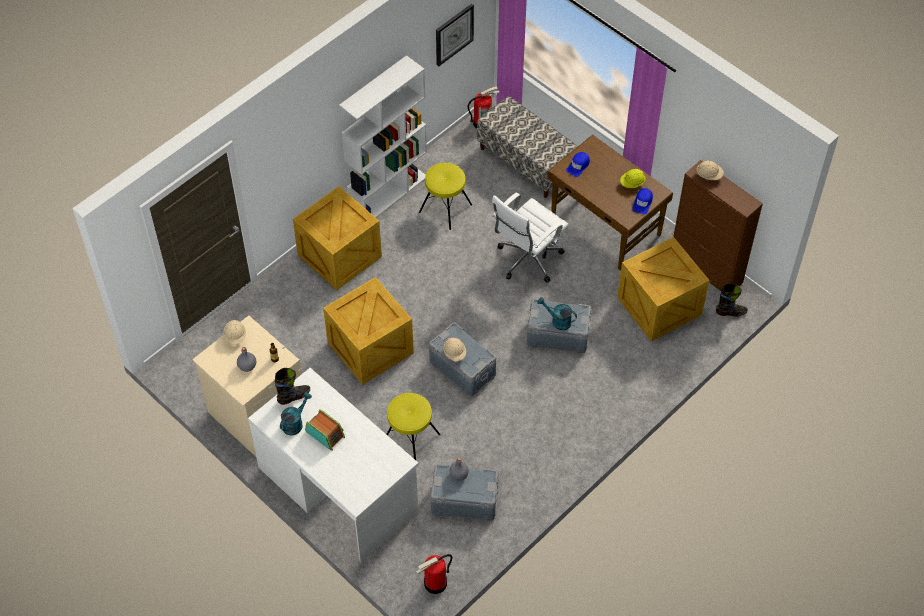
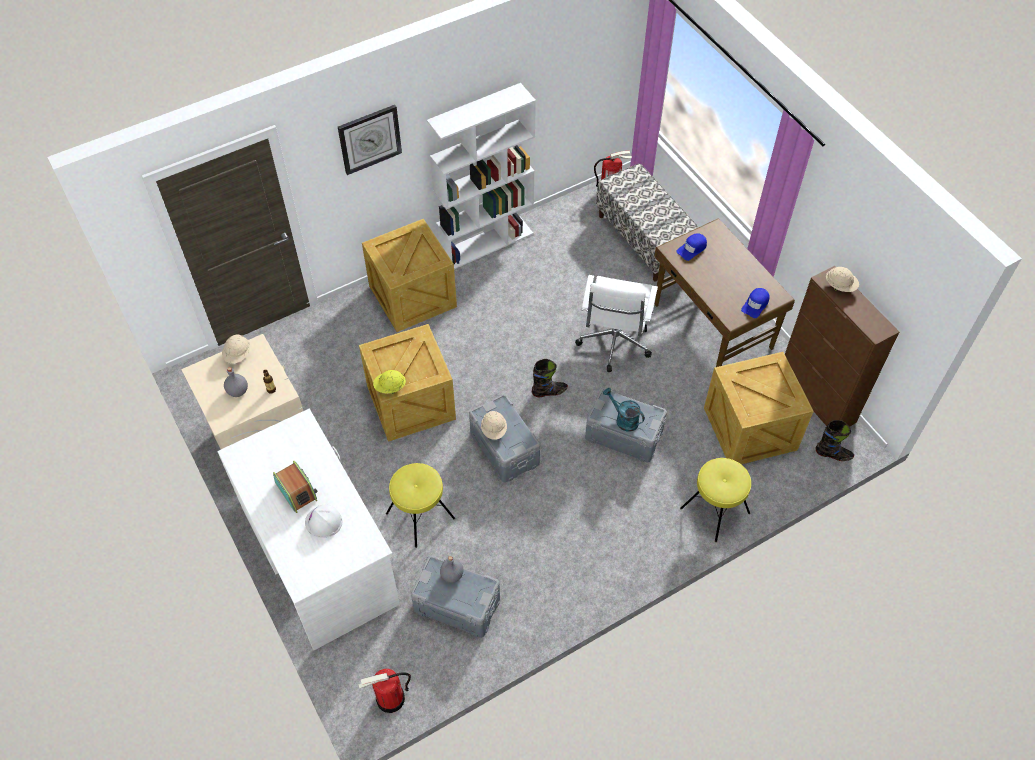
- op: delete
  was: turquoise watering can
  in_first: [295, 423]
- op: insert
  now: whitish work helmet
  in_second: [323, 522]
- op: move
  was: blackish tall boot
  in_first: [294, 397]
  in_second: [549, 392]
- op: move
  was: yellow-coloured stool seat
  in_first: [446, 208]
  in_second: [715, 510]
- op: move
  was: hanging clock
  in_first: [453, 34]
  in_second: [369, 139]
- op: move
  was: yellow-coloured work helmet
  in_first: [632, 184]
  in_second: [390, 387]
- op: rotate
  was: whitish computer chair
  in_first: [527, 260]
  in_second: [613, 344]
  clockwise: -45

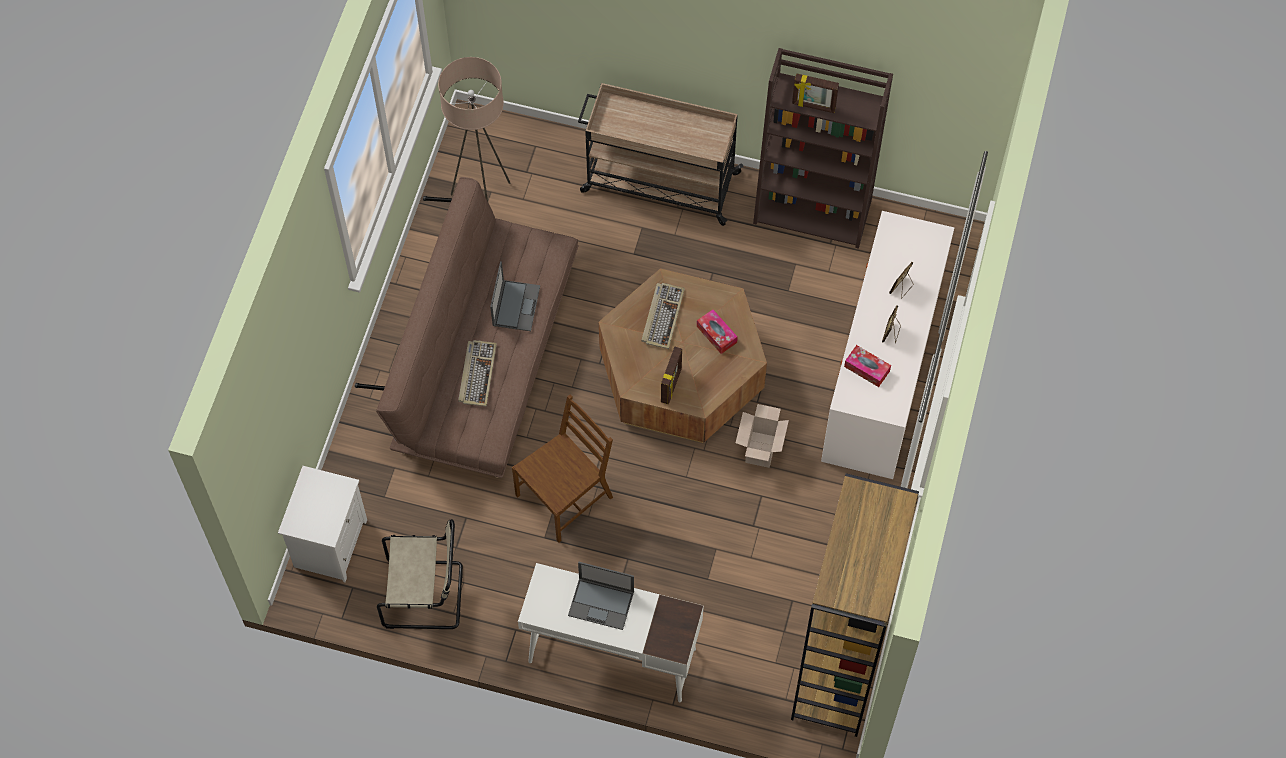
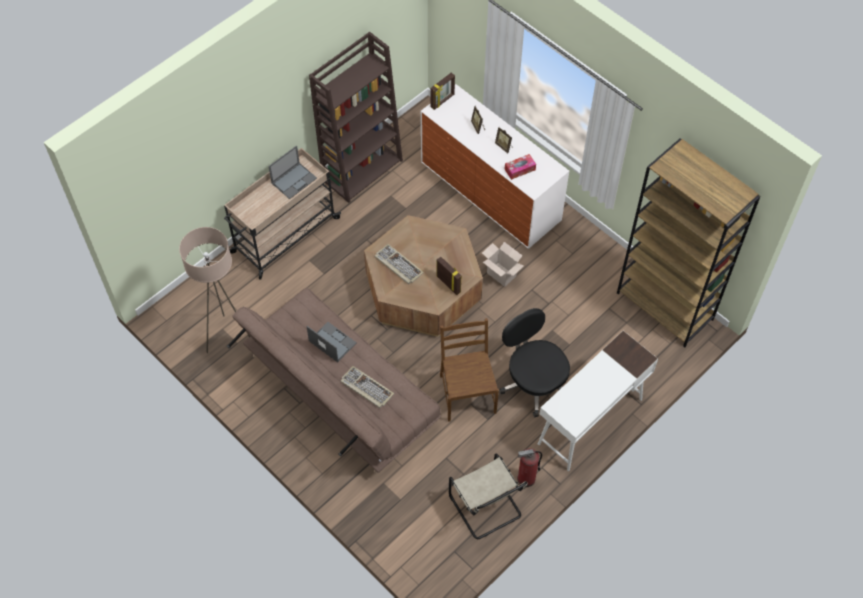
- op: delete
  was: whitish bedside table
  in_first: [329, 542]
- op: delete
  was: tissue box
  in_first: [716, 334]
- op: insert
  now: blackish computer chair
  in_second: [533, 382]
- op: insert
  now: extinguisher
  in_second: [526, 479]
- op: move
  was: portable computer
  in_first: [602, 603]
  in_second: [294, 180]
- op: move
  was: standing frame
  in_first: [813, 106]
  in_second: [442, 101]
- op: rotate
  was: beige chair
  in_first: [427, 595]
  in_second: [486, 508]
  clockwise: 120

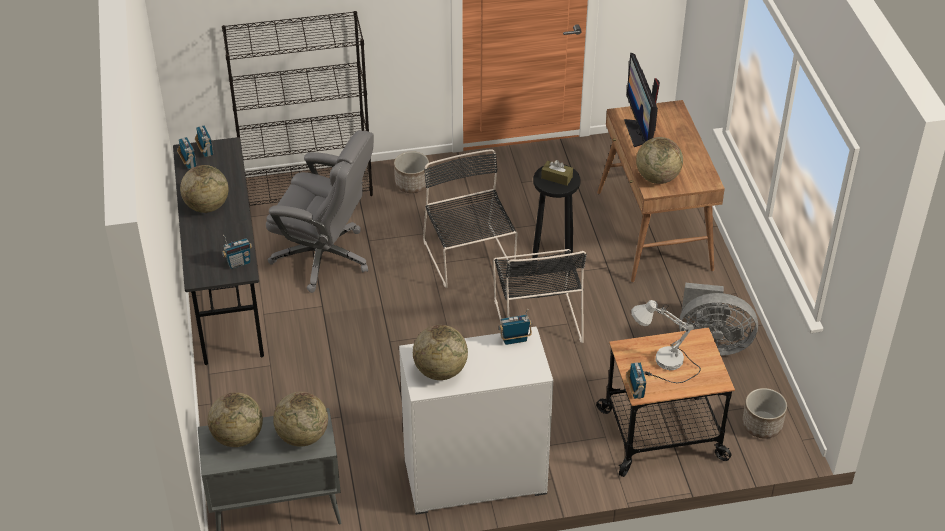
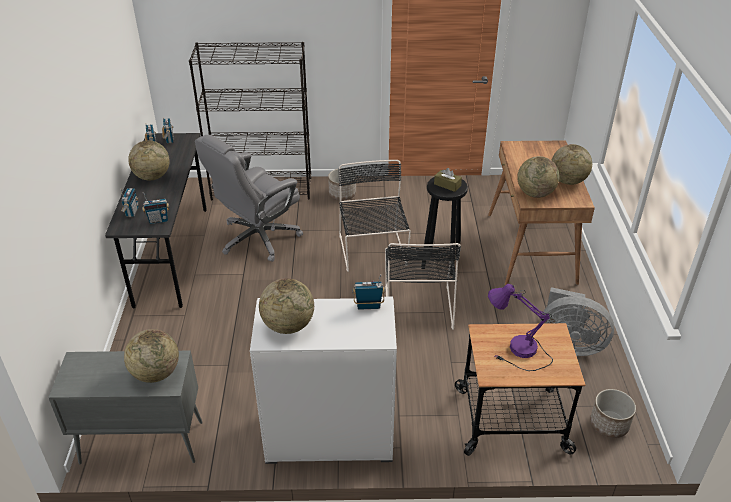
- op: delete
  was: computer screen
  in_first: [640, 132]
- op: move
  was: globe
  in_first: [238, 437]
  in_second: [568, 181]
- op: move
  was: radio receiver
  in_first: [635, 391]
  in_second: [132, 212]
- op: recolor
  was: whitish lamp for a table
  now: purple lamp for a table
  in_first: [664, 366]
  in_second: [517, 353]
- op: rotate
  was: gray computer chair
  in_first: [324, 257]
  in_second: [257, 238]
  clockwise: 105

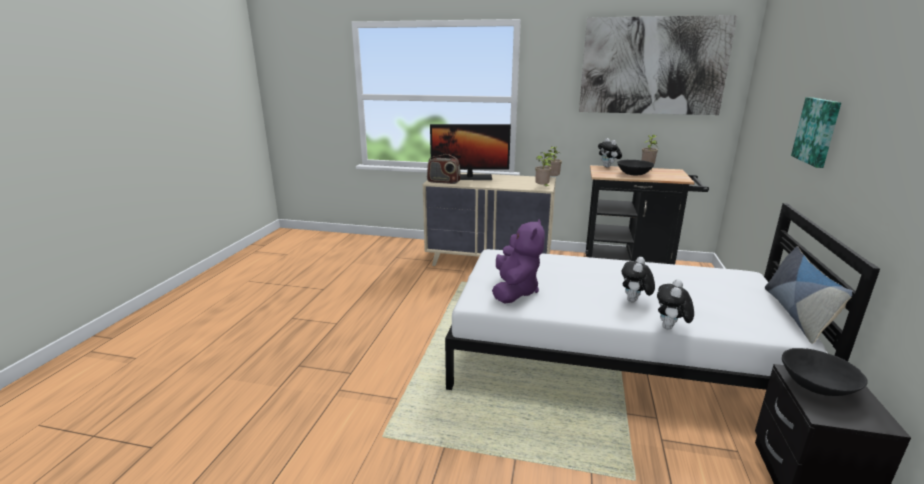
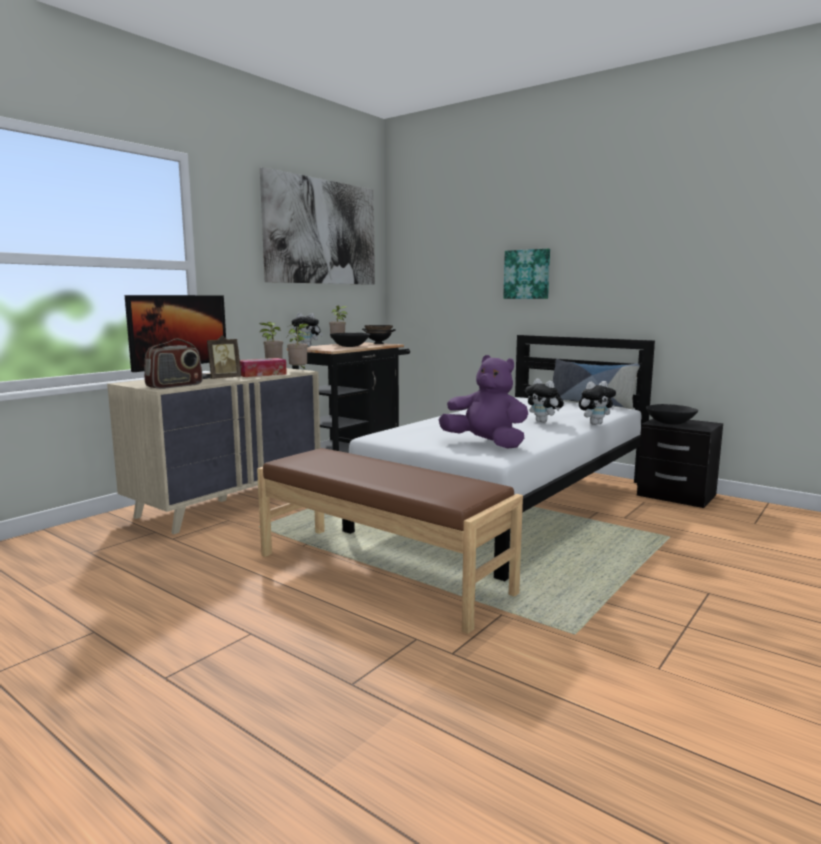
- op: insert
  now: standing frame
  in_second: [224, 378]
- op: insert
  now: tissue box
  in_second: [262, 374]
- op: insert
  now: brownish bench
  in_second: [382, 573]
- op: insert
  now: blackish deep dish
  in_second: [378, 343]
- op: rotate
  was: soft toy
  in_first: [670, 328]
  in_second: [595, 423]
  clockwise: -75

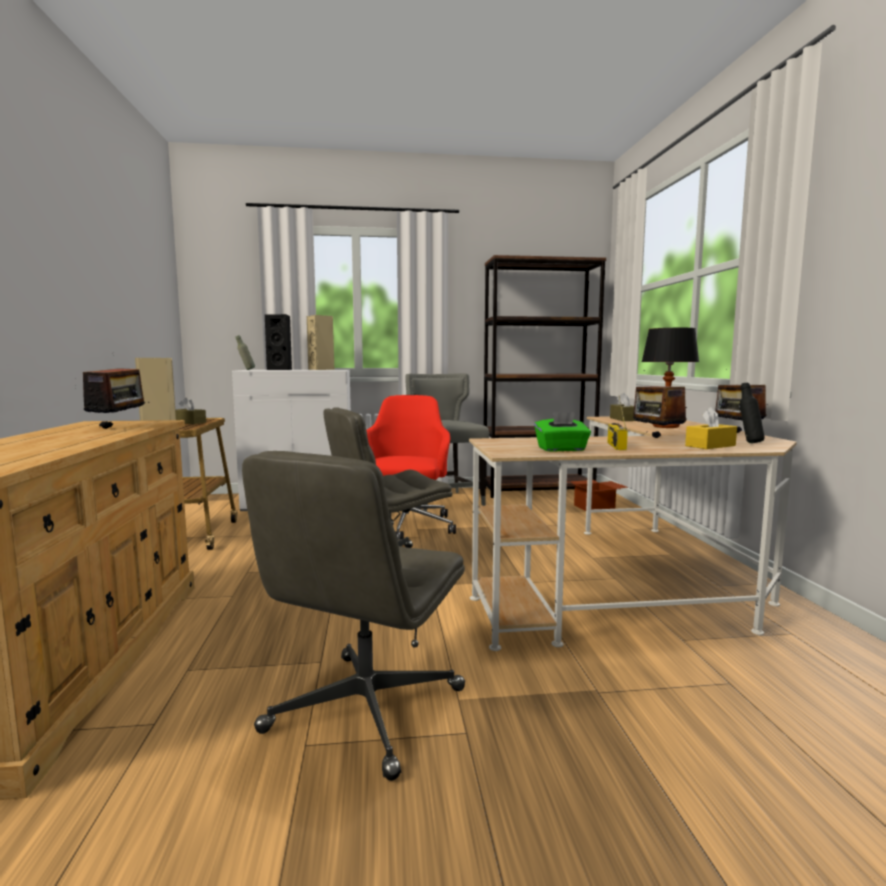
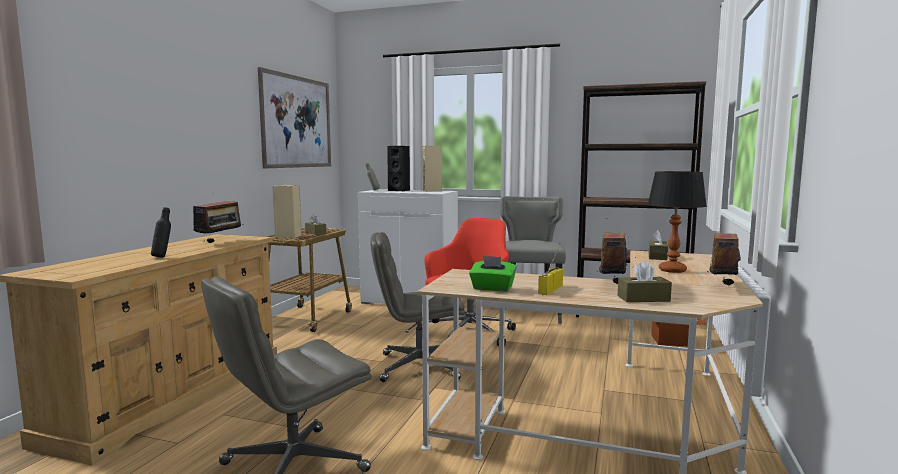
- op: insert
  now: picture
  in_second: [297, 122]
- op: move
  was: blackish drink bottle
  in_first: [749, 442]
  in_second: [163, 257]
- op: recolor
  was: yellow-coloured tissue box
  now: brownish tissue box
  in_first: [710, 446]
  in_second: [643, 298]

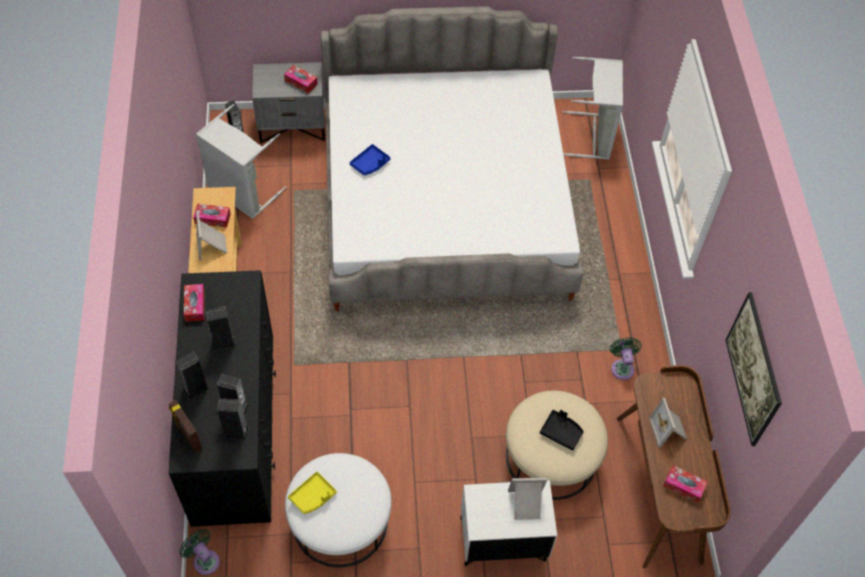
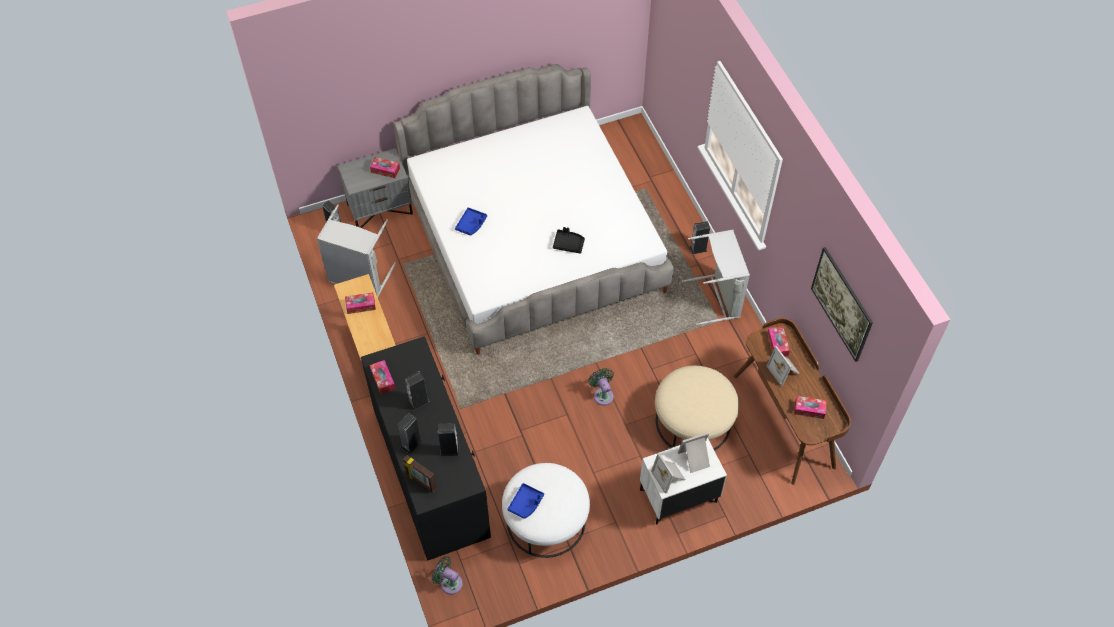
- op: insert
  now: tissue box
  in_second: [777, 344]
- op: move
  was: standing frame
  in_first: [212, 246]
  in_second: [669, 476]
- op: move
  was: audio speaker
  in_first: [236, 431]
  in_second: [698, 248]
- op: move
  was: blackish carrying tray
  in_first: [561, 432]
  in_second: [568, 244]
- op: move
  was: gray washing basket
  in_first: [593, 136]
  in_second: [717, 298]
- op: move
  was: green-coloured fan
  in_first: [622, 367]
  in_second: [602, 394]
- op: recolor
  was: yellow-coloured carrying tray
  now: bluish carrying tray
  in_first: [313, 496]
  in_second: [526, 503]

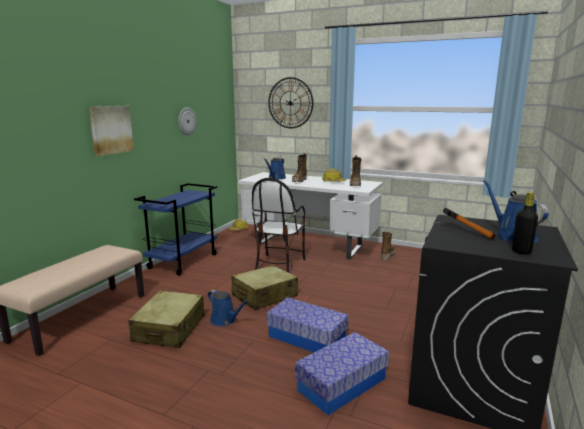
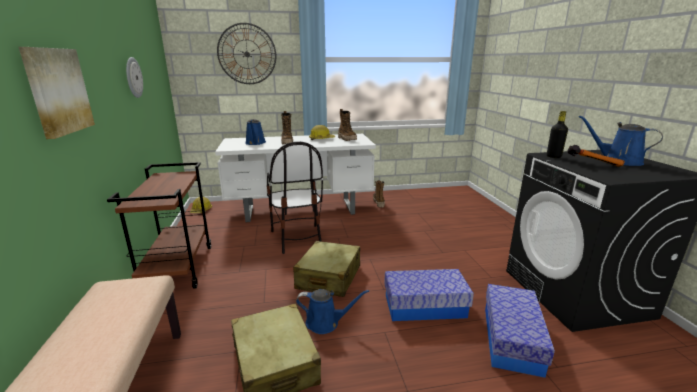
- op: move
  was: blackish drink bottle
  in_first: [521, 251]
  in_second: [553, 156]
- op: recolor
  was: bluish cart
  now: brownish cart
  in_first: [183, 261]
  in_second: [178, 268]

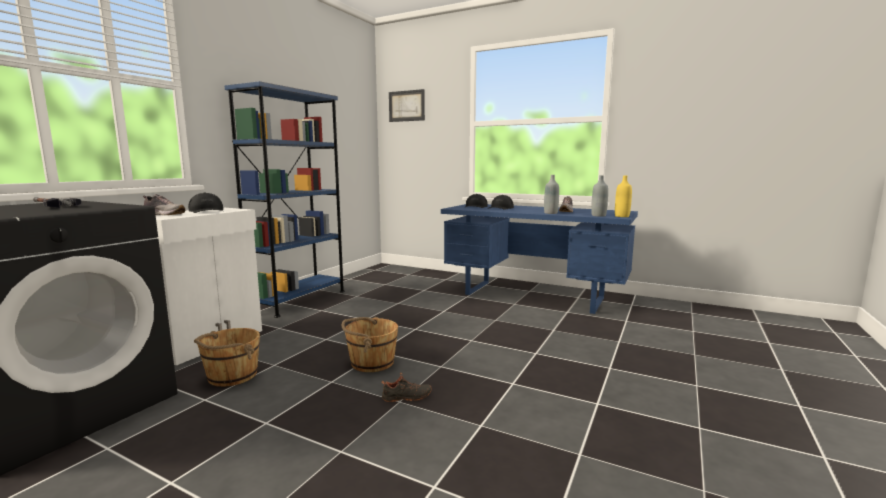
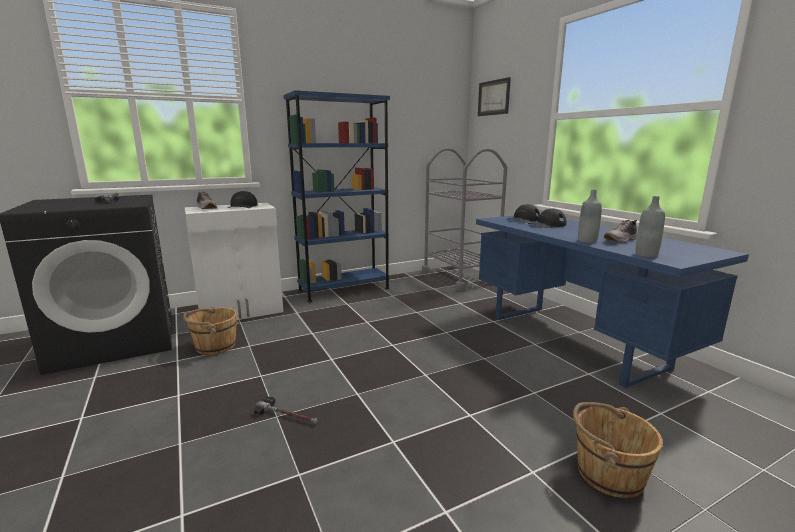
- op: delete
  was: yellow-coloured drink bottle
  in_first: [622, 216]
- op: insert
  now: gray cart
  in_second: [460, 277]
- op: move
  was: brownish pail
  in_first: [371, 362]
  in_second: [608, 473]
- op: replace
  was: blackish low shoe
  now: hammer
  in_first: [407, 397]
  in_second: [286, 415]

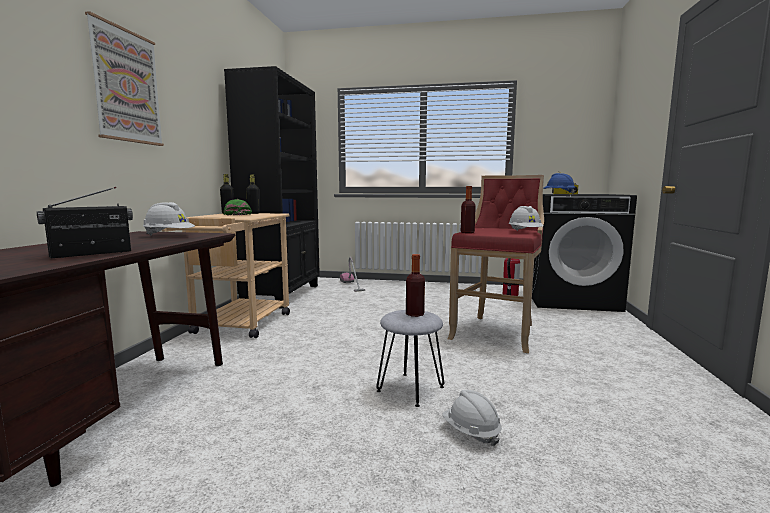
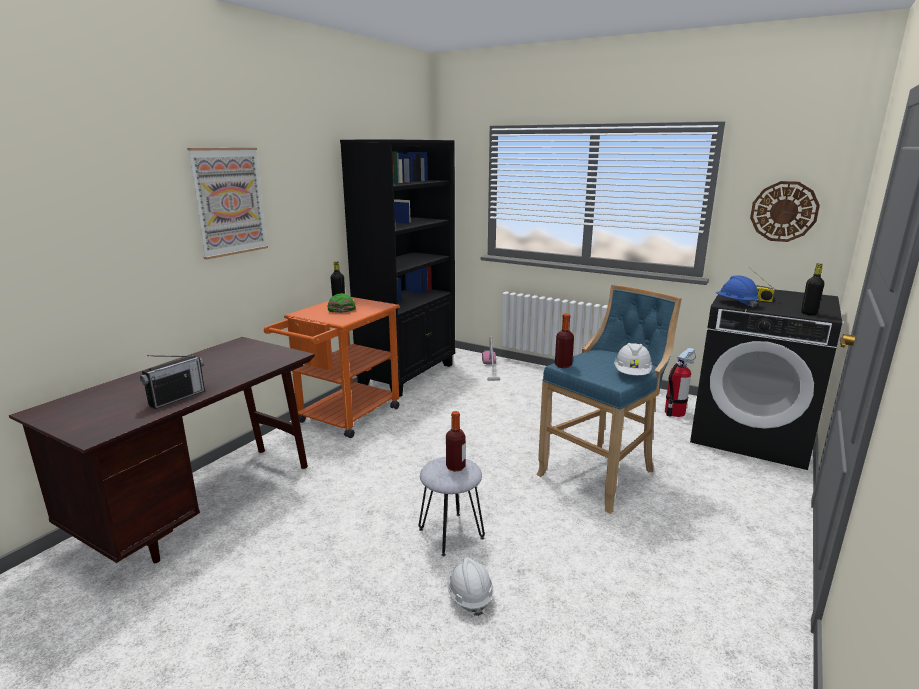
- op: delete
  was: whitish work helmet
  in_first: [169, 236]
- op: insert
  now: hanging clock
  in_second: [784, 211]
- op: move
  was: blackish drink bottle
  in_first: [253, 213]
  in_second: [808, 313]
- op: recolor
  was: beige cart
  now: orangey cart
  in_first: [238, 326]
  in_second: [343, 418]
- op: recolor
  was: red stool seat
  now: bluish stool seat
  in_first: [496, 332]
  in_second: [601, 474]
- op: rotate
  was: radio receiver
  in_first: [92, 254]
  in_second: [177, 398]
  clockwise: 150

